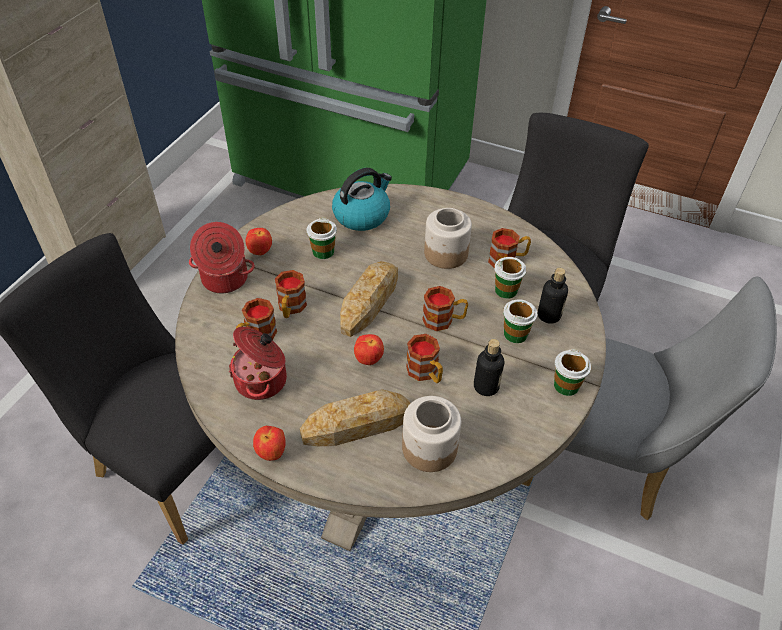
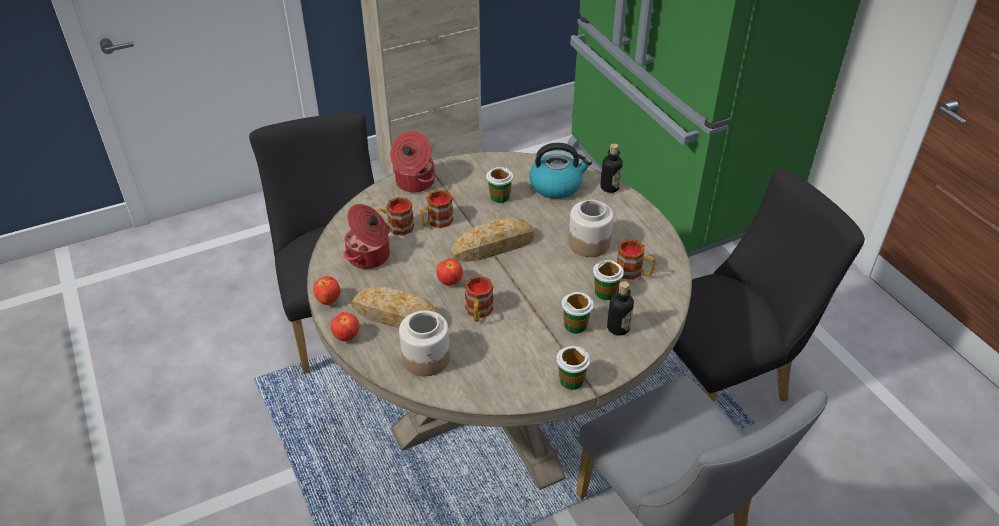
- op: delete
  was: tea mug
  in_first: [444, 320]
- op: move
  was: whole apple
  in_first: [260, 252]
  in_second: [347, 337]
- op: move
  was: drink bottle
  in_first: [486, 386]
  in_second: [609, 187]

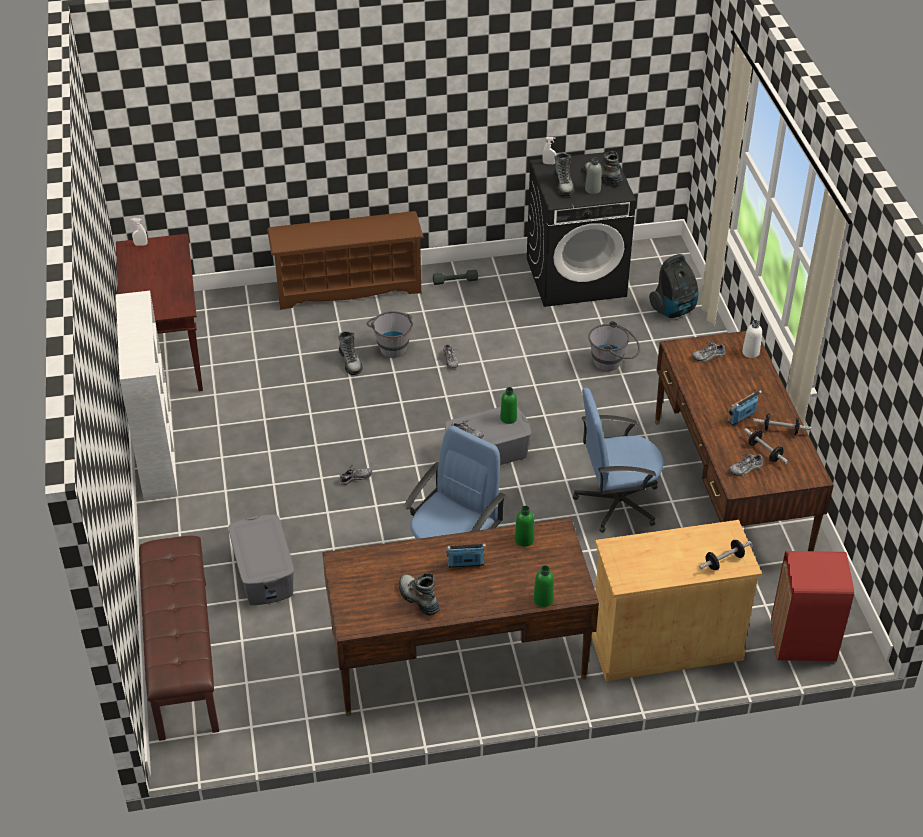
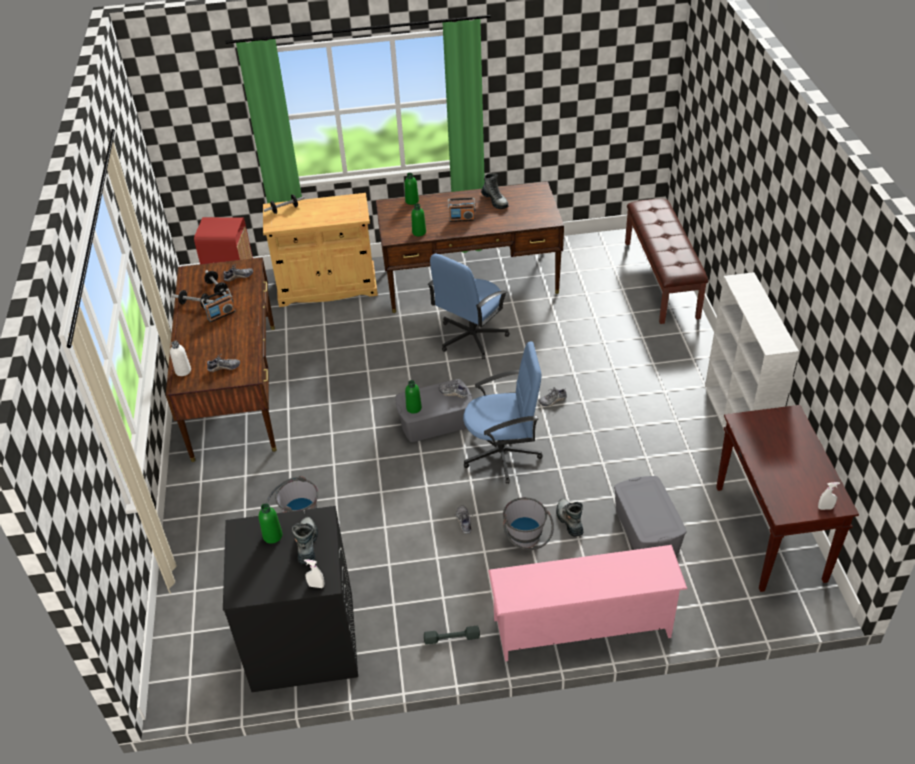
- op: delete
  was: tall boot
  in_first: [602, 177]
- op: delete
  was: vacuum cleaner
  in_first: [674, 309]
- op: move
  was: gray storage bin
  in_first: [264, 572]
  in_second: [646, 531]
- op: move
  was: bluish computer chair
  in_first: [616, 502]
  in_second: [503, 454]
- op: recolor
  was: brownish shoe rack
  now: pink shoe rack
  in_first: [348, 287]
  in_second: [582, 629]
- op: recolor
  was: gray drink bottle
  now: green-coloured drink bottle
  in_first: [592, 190]
  in_second: [272, 536]

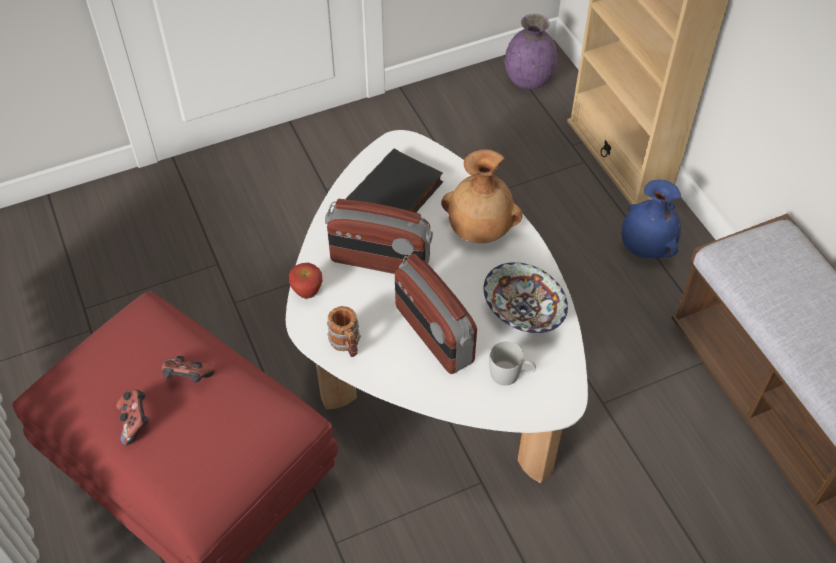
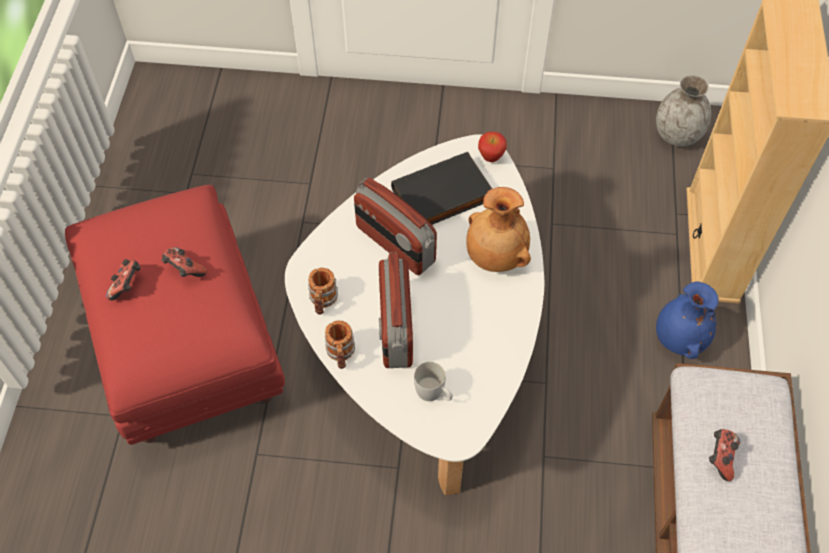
- op: delete
  was: deep dish
  in_first: [522, 312]
- op: insert
  now: tea mug
  in_second: [341, 354]
- op: insert
  now: gamepad
  in_second: [720, 458]
- op: move
  was: whole apple
  in_first: [307, 293]
  in_second: [491, 158]
- op: recolor
  was: purple vase
  now: gray vase
  in_first: [528, 80]
  in_second: [677, 135]

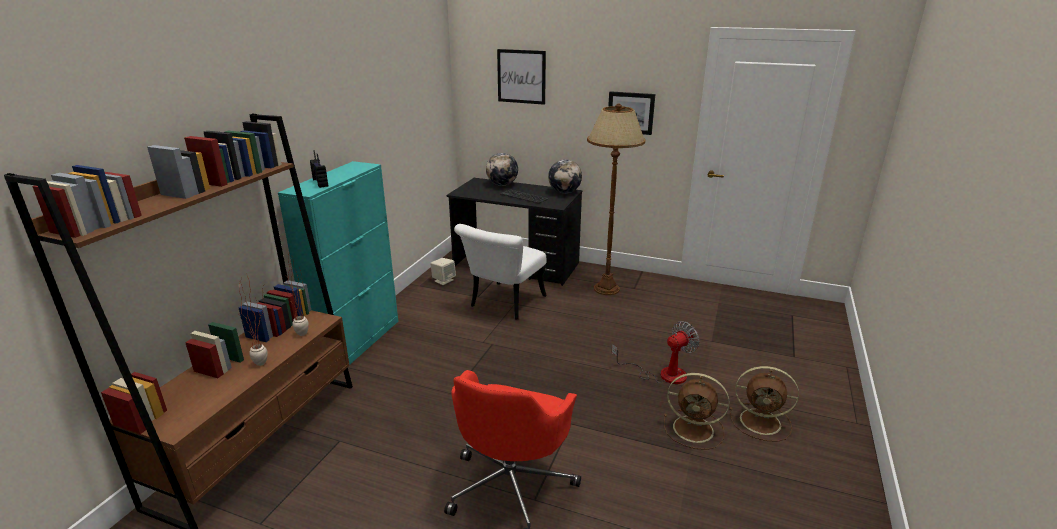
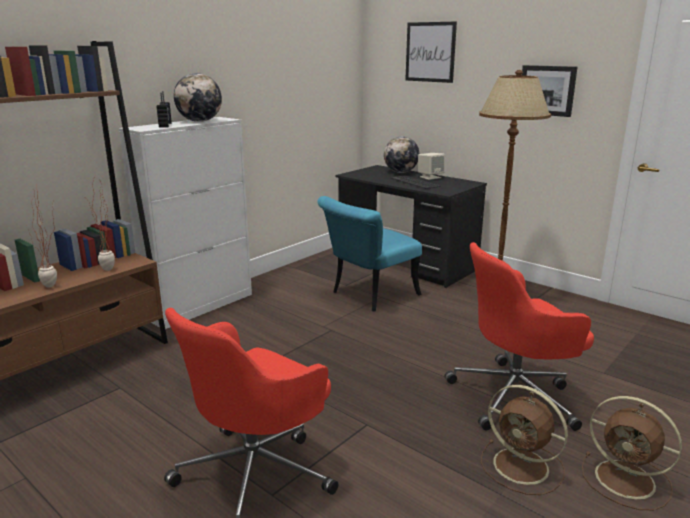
- op: move
  was: beige audio speaker
  in_first: [443, 280]
  in_second: [430, 177]
- op: move
  was: globe
  in_first: [564, 192]
  in_second: [200, 121]
- op: replace
  was: fan
  now: red computer chair
  in_first: [663, 374]
  in_second: [515, 396]
- op: recolor
  was: turquoise storage cabinet
  now: whitish storage cabinet
  in_first: [358, 342]
  in_second: [201, 306]
- op: recolor
  was: whitish chair
  now: turquoise chair
  in_first: [503, 304]
  in_second: [368, 296]

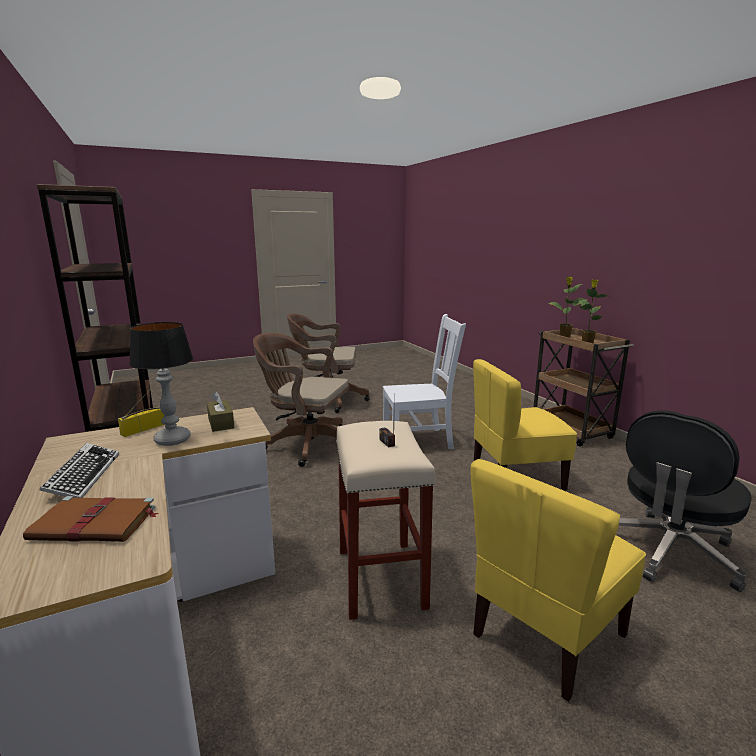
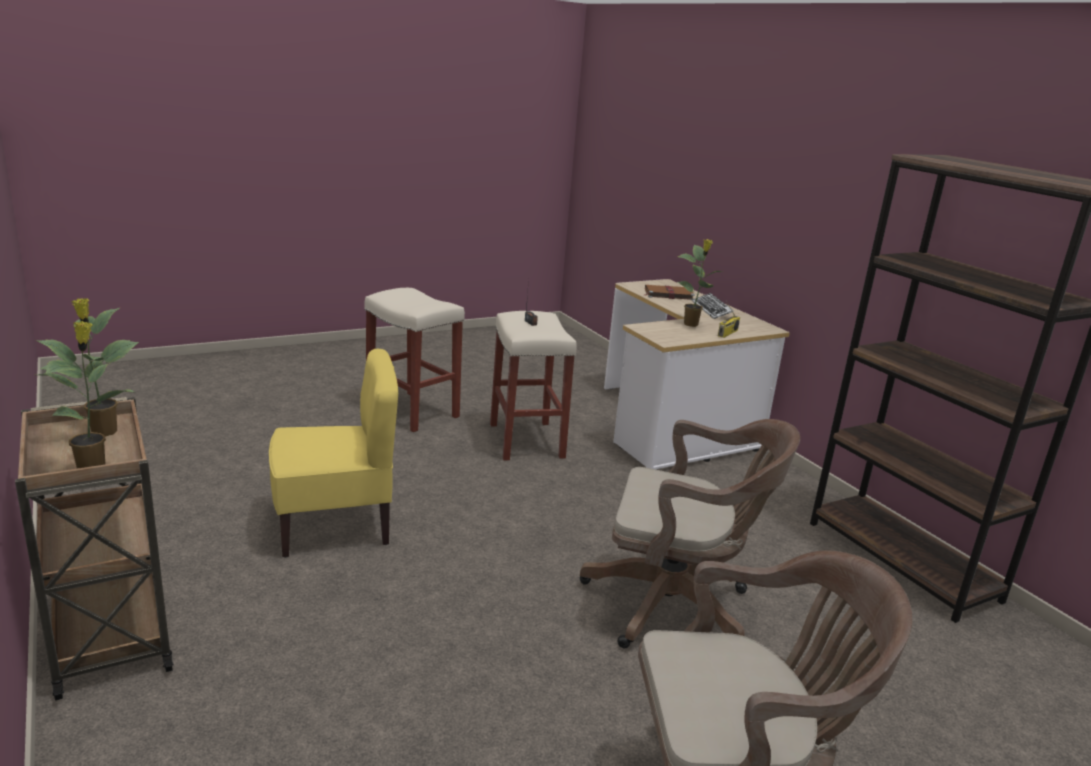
- op: delete
  was: brownish tissue box
  in_first: [221, 423]
- op: delete
  was: whitish chair
  in_first: [420, 440]
- op: delete
  was: blackish computer chair
  in_first: [670, 552]
- op: replace
  was: lamp for a table
  now: houseplant
  in_first: [172, 440]
  in_second: [691, 324]
- op: replace
  was: yellow-coloured chair
  now: beige stool seat
  in_first: [546, 634]
  in_second: [413, 412]

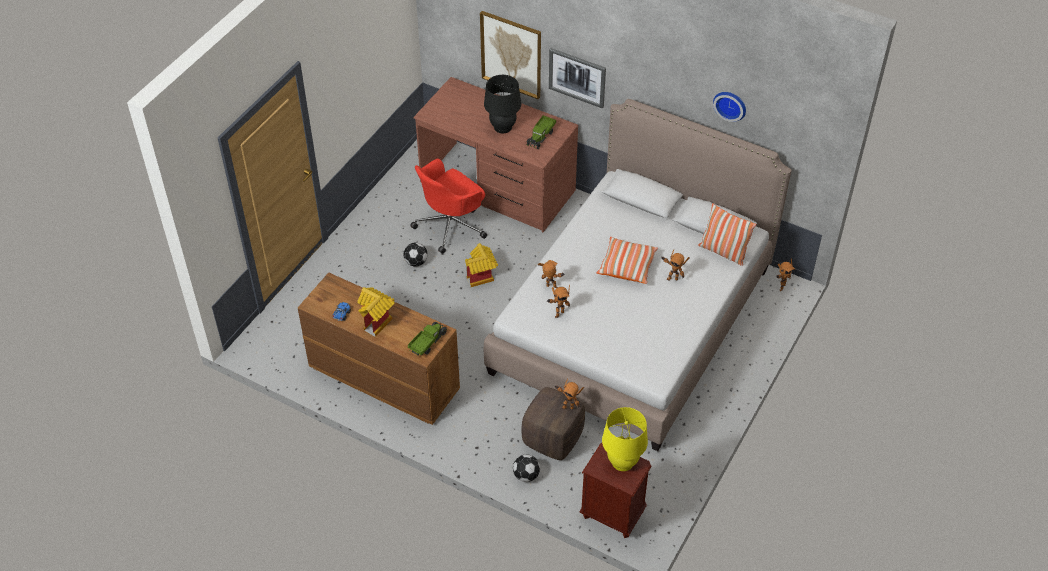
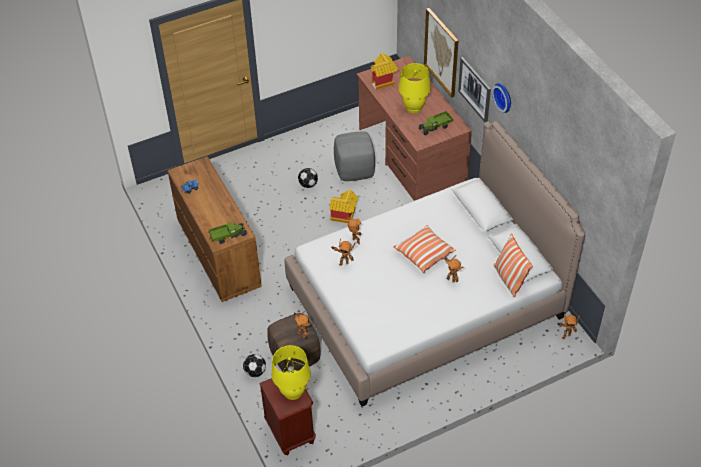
- op: move
  was: toy house
  in_first: [377, 322]
  in_second: [383, 82]
- op: move
  was: hanging clock
  in_first: [730, 104]
  in_second: [504, 97]
- op: replace
  was: red computer chair
  now: gray ottoman
  in_first: [451, 225]
  in_second: [354, 170]
- op: recolor
  was: blackish lamp for a table
  now: yellow-coloured lamp for a table
  in_first: [503, 127]
  in_second: [413, 108]

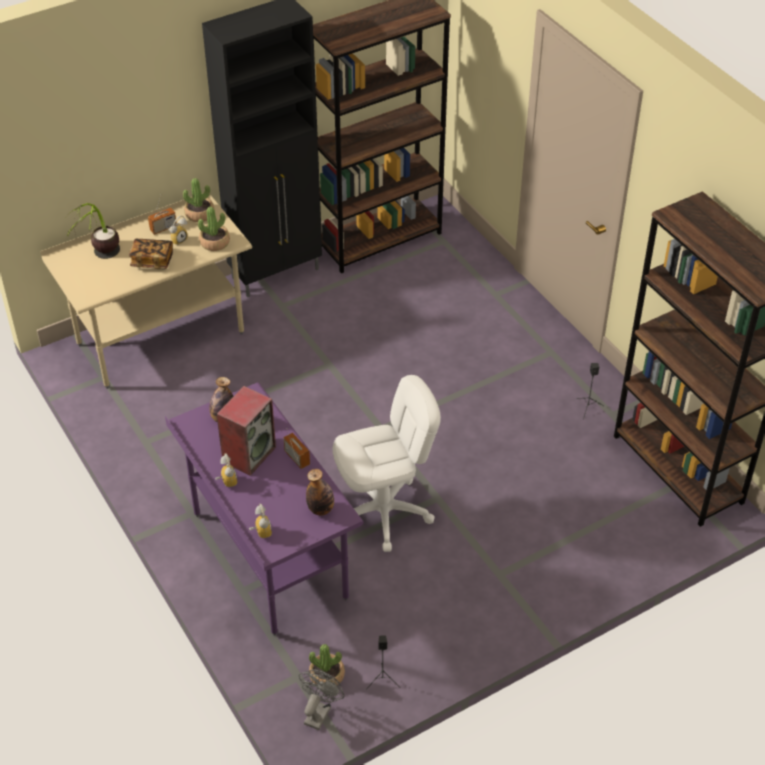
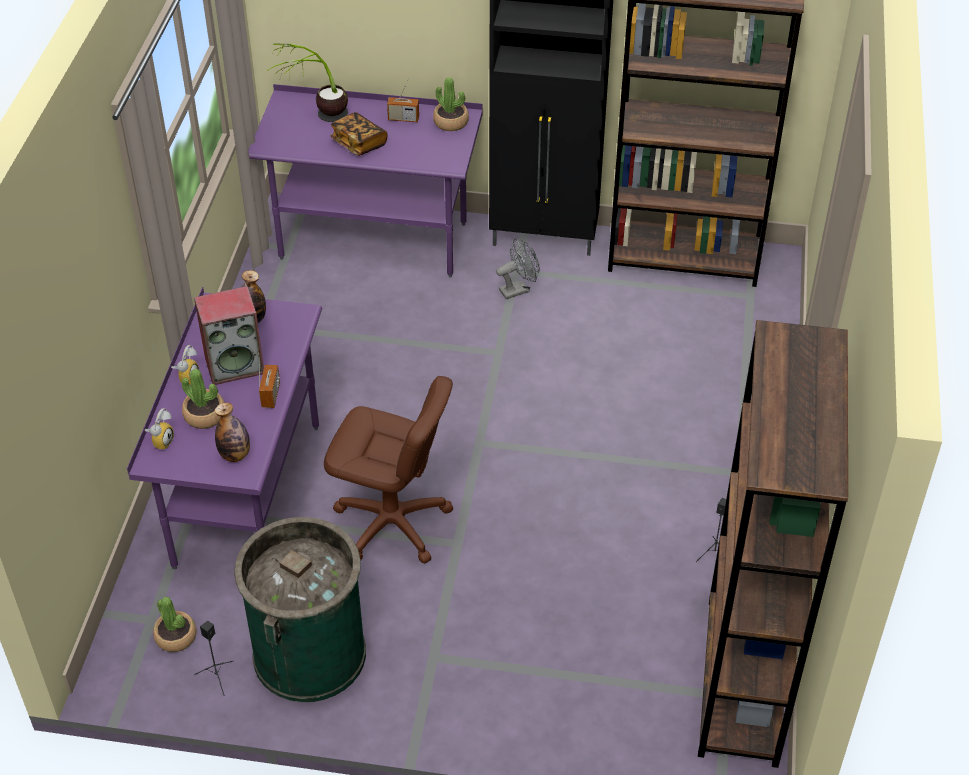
- op: delete
  was: alarm clock
  in_first: [178, 239]
- op: insert
  now: green-coloured trash can
  in_second: [309, 654]
- op: move
  was: houseplant
  in_first: [215, 242]
  in_second: [205, 415]
- op: move
  was: gray fan
  in_first: [319, 711]
  in_second: [518, 289]
- op: recolor
  was: beige desk unit
  now: purple desk unit
  in_first: [160, 339]
  in_second: [373, 240]
- op: recolor
  was: whitish computer chair
  now: brownish computer chair
  in_first: [384, 512]
  in_second: [392, 524]

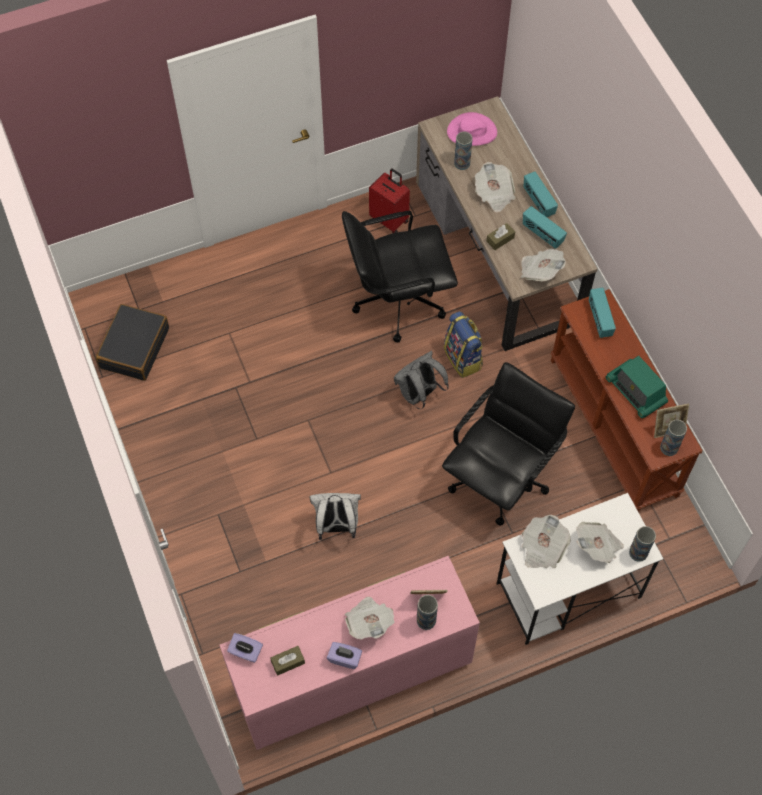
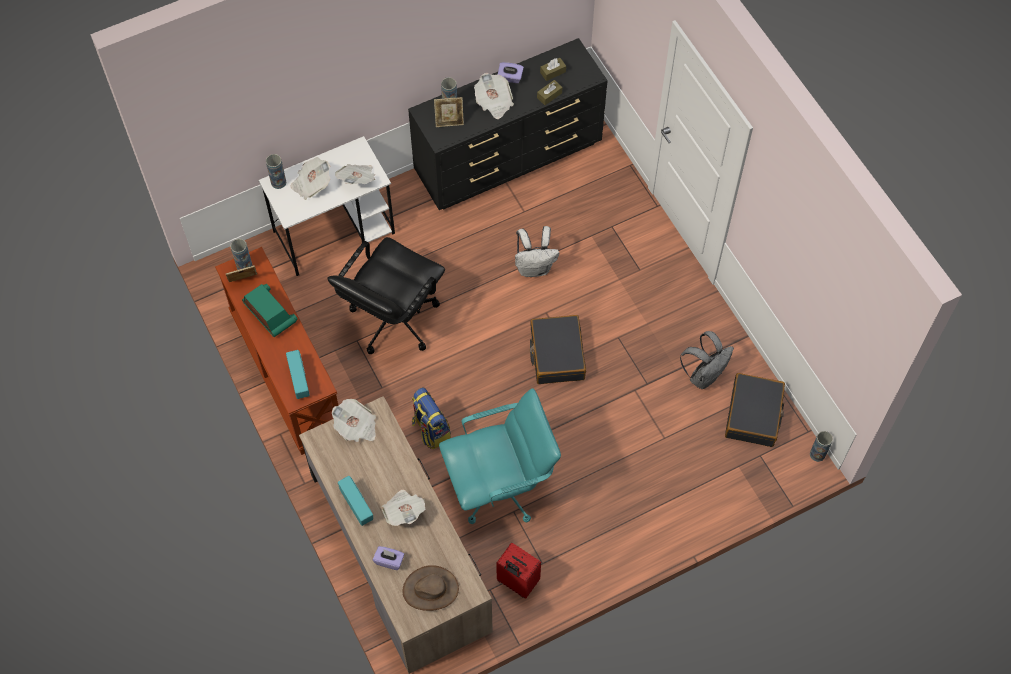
- op: delete
  was: radio receiver
  in_first: [542, 235]
- op: insert
  now: blackish suitcase
  in_second: [556, 354]
- op: move
  was: purple tissue box
  in_first: [246, 652]
  in_second: [389, 561]
- op: move
  was: gray rucksack
  in_first: [419, 394]
  in_second: [704, 375]
- op: move
  was: vase
  in_first: [462, 163]
  in_second: [817, 454]
- op: move
  was: brownish tissue box
  in_first: [500, 239]
  in_second: [549, 95]
- op: recolor
  was: pink dresser
  now: blackish dresser
  in_first: [351, 675]
  in_second: [509, 159]
- op: recolor
  was: blackish computer chair
  now: turquoise computer chair
  in_first: [397, 301]
  in_second: [500, 486]
- op: recolor
  was: pink hat
  now: brownish hat
  in_first: [472, 132]
  in_second: [430, 589]

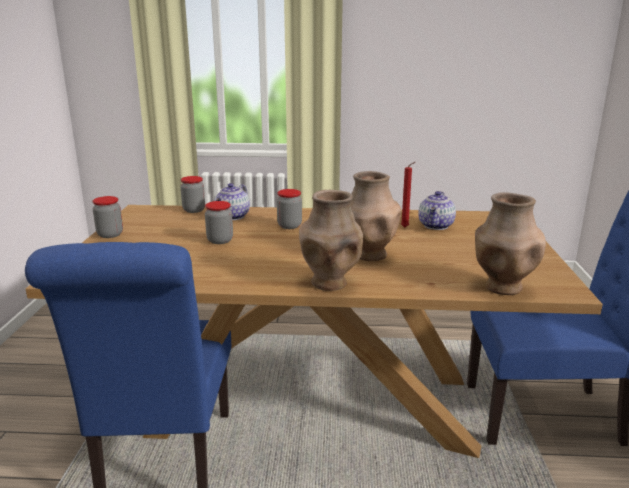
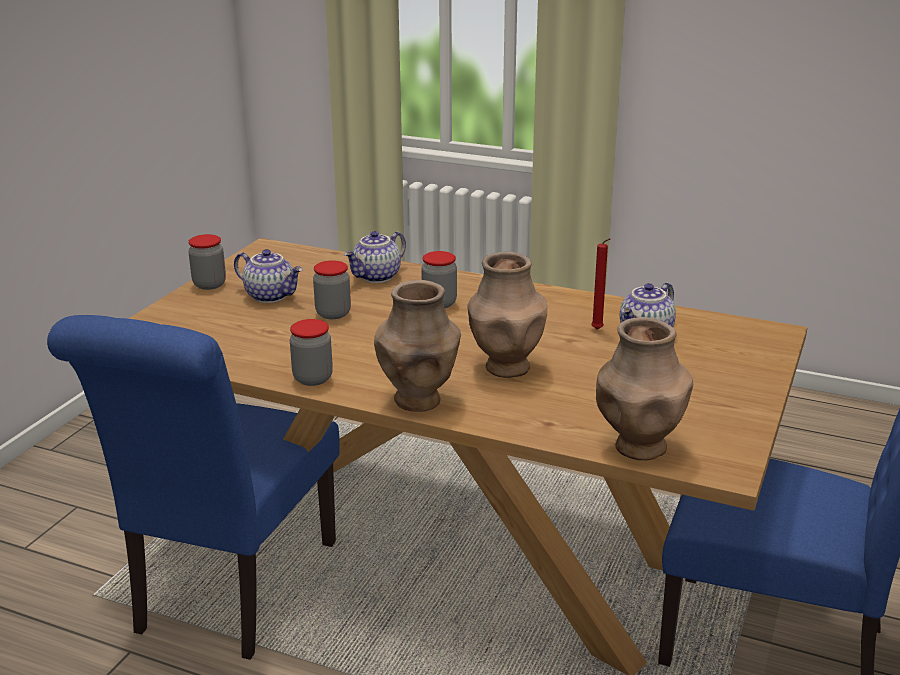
- op: insert
  now: tea pot
  in_second: [271, 296]
- op: move
  was: jar
  in_first: [194, 210]
  in_second: [313, 378]

